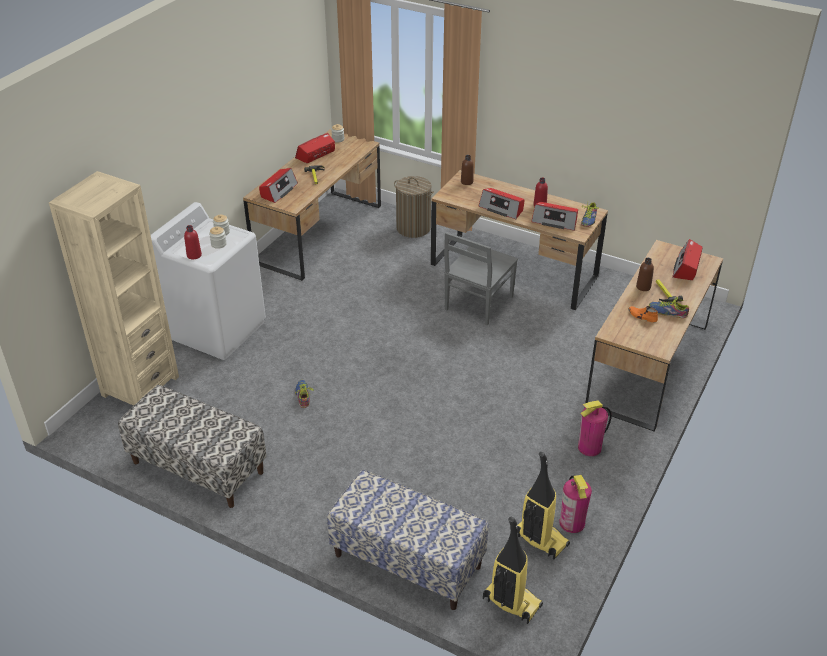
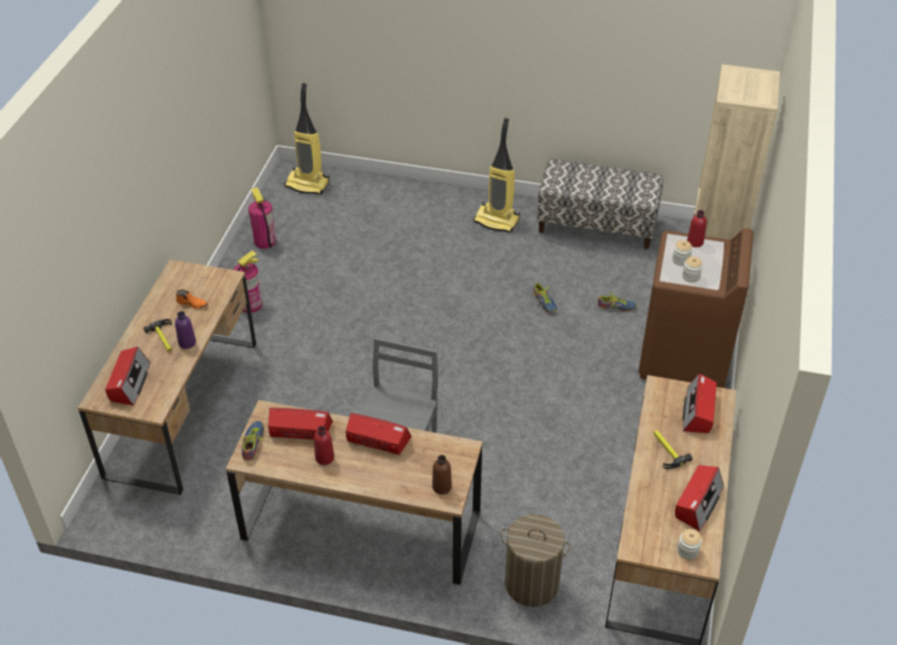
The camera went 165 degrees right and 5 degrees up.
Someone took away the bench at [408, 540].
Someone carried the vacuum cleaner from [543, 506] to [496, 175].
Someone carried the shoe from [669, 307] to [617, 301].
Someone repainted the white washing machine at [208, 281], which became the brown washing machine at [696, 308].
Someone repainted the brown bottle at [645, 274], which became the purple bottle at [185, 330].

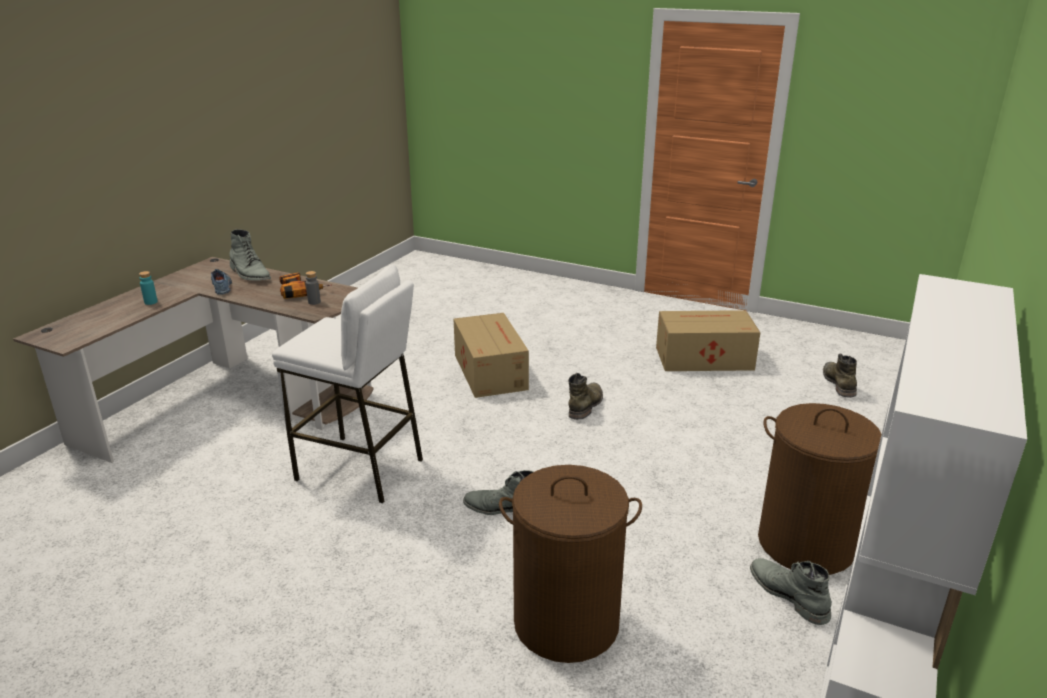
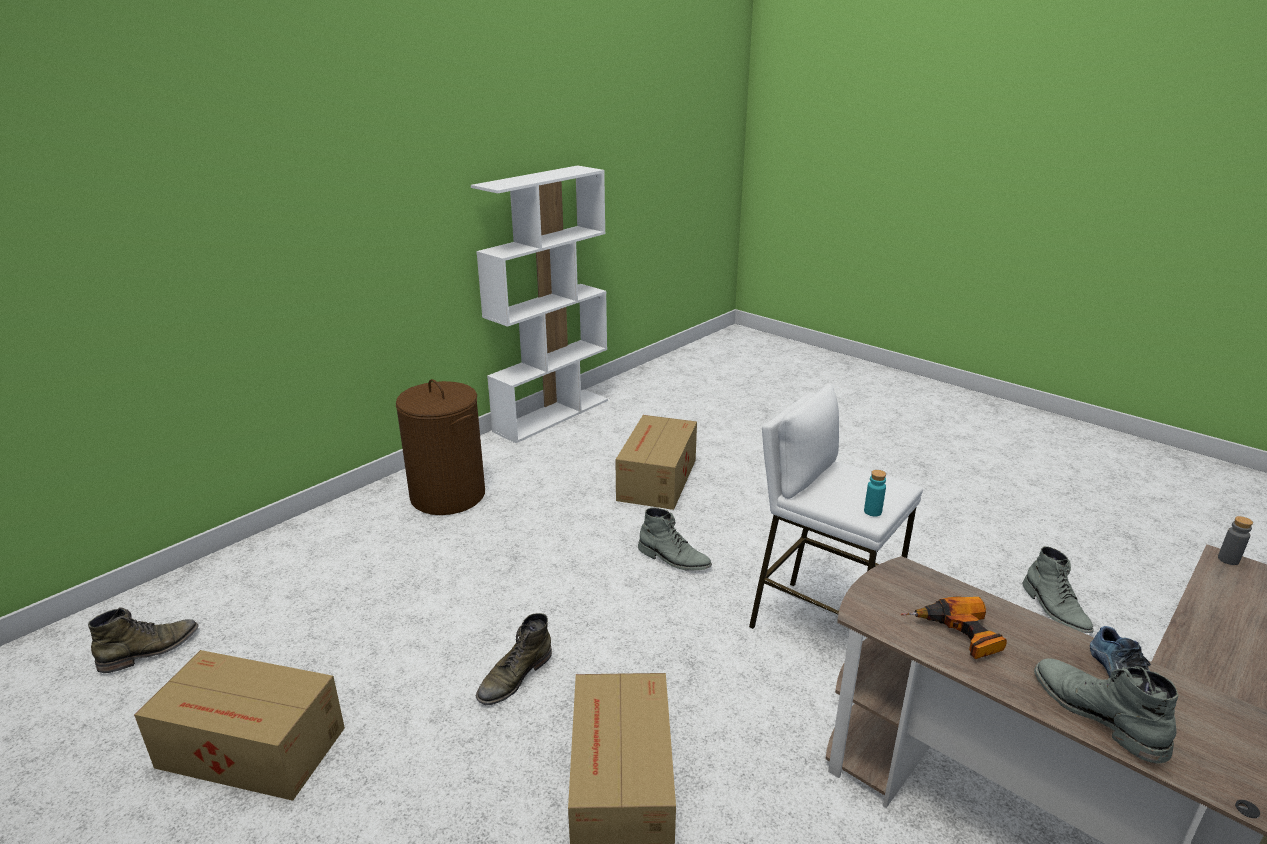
The camera went 165 degrees left and 0 degrees up.
Someone carried the turquoise bottle from [148, 288] to [875, 493].
Someone carried the grey bottle from [313, 288] to [1235, 540].
Someone carried the grey boot from [791, 591] to [1058, 589].
Someone swapped the brown laundry basket at [570, 564] for the cardboard box at [656, 462].
Someone rotated the green boot at [840, 376] by 150 degrees counterclockwise.

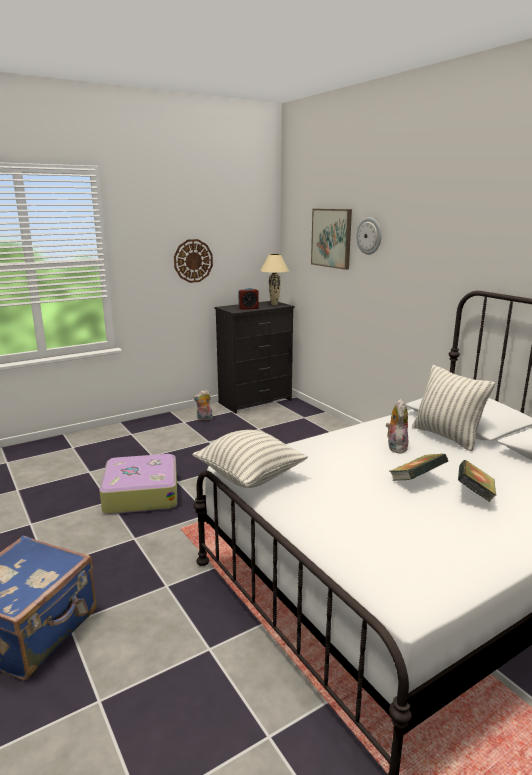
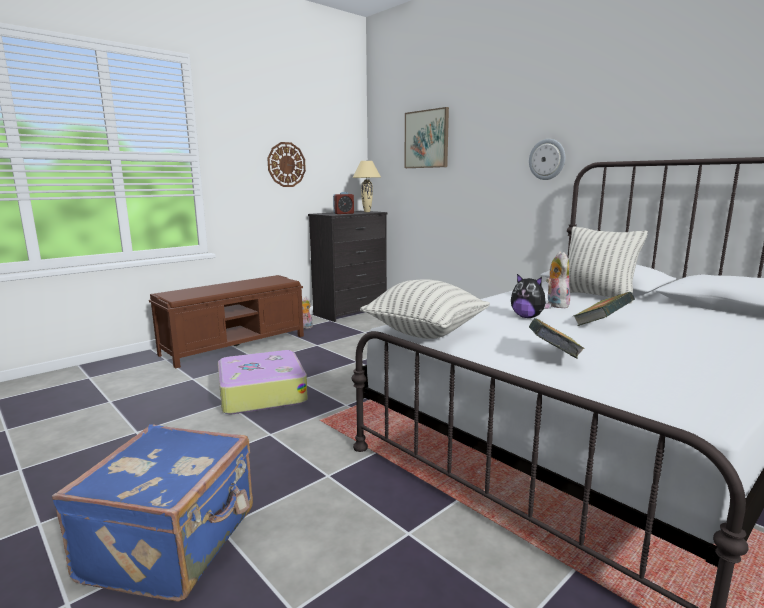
The camera went 10 degrees left and 5 degrees down.
Someone put down the brown bench at [226, 322].
Someone put down the plush toy at [531, 296].
Someone carried the wall clock from [368, 236] to [547, 159].
Someone carried the book from [477, 481] to [556, 338].

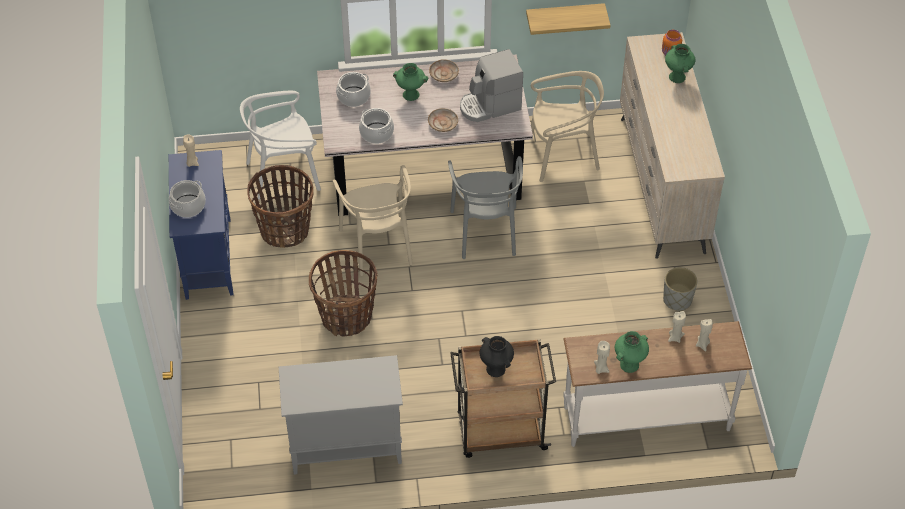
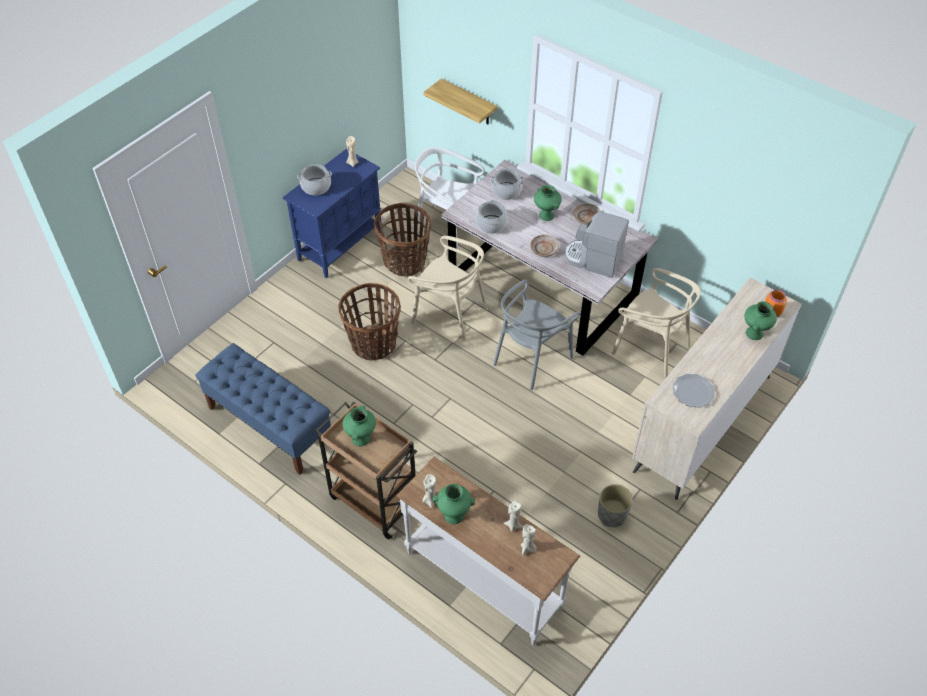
The camera went 45 degrees right and 0 degrees up.
Someone put down the plate at [693, 391].
Someone carried the shelf from [568, 19] to [460, 101].
Someone swapped the grey cabinet at [341, 415] for the blue bench at [263, 409].
Someone repainted the black vase at [497, 356], which became the green vase at [359, 426].
Someone rotated the beige chair at [372, 220] by 90 degrees counterclockwise.

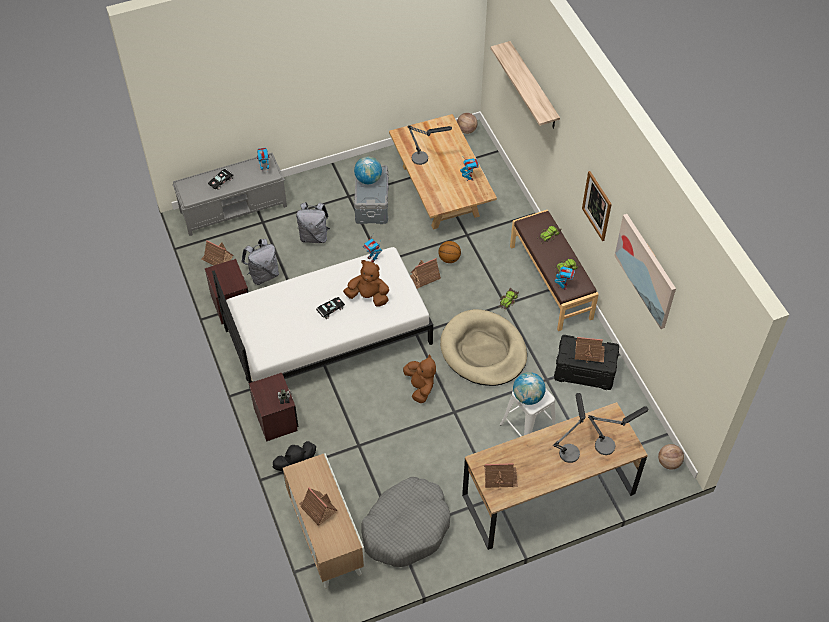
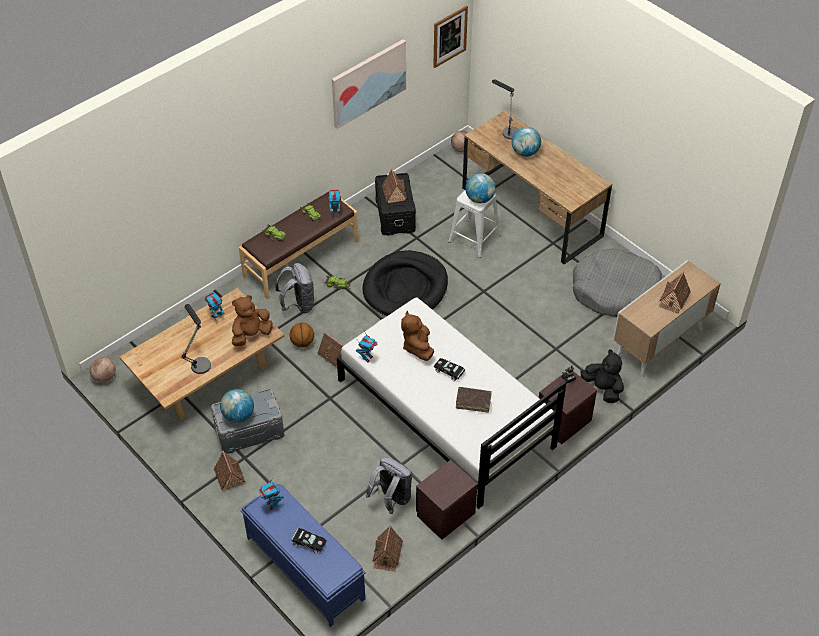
The camera went 110 degrees left and 5 degrees down.
Someone took away the shelf at [525, 85].
Someone put down the brown book at [474, 399].
Someone carried the grey backpack from [313, 222] to [295, 288].
Someone carried the brown plush toy from [419, 378] to [252, 320].
Someone carried the toy house from [500, 476] to [229, 471].
Someone carried the picture from [597, 206] to [450, 37].
Someone swapped the table lamp at [569, 428] for the globe at [526, 142].
Someone repainted the grey bench at [229, 194], which became the blue bench at [303, 555].
Someone repainted the beige dog bed at [483, 347], which became the black dog bed at [405, 283].

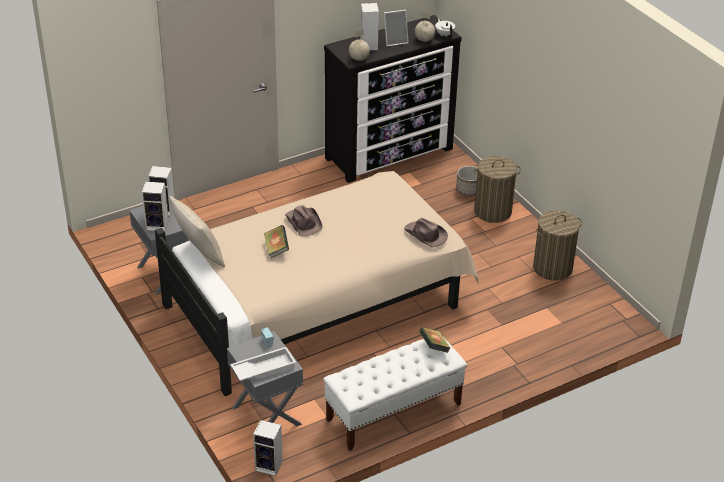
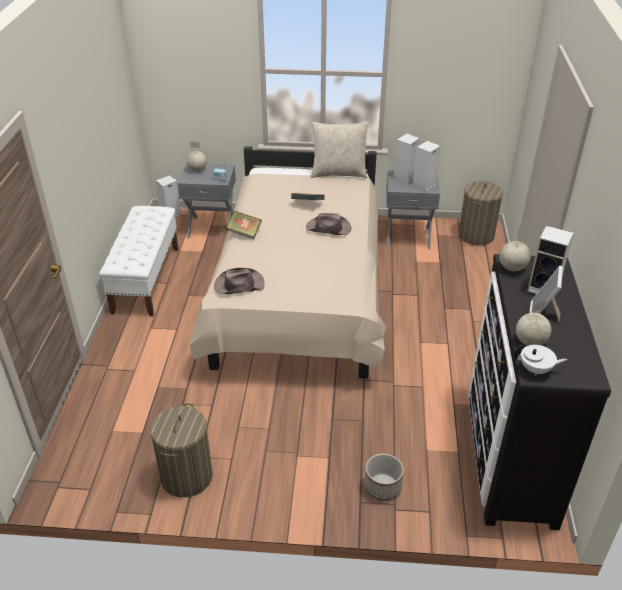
The camera went 125 degrees right and 0 degrees up.
Someone carried the book from [434, 340] to [244, 225].
Someone carried the laundry basket from [497, 189] to [481, 213].
Someone swapped the white tray at [263, 364] for the globe at [197, 156].

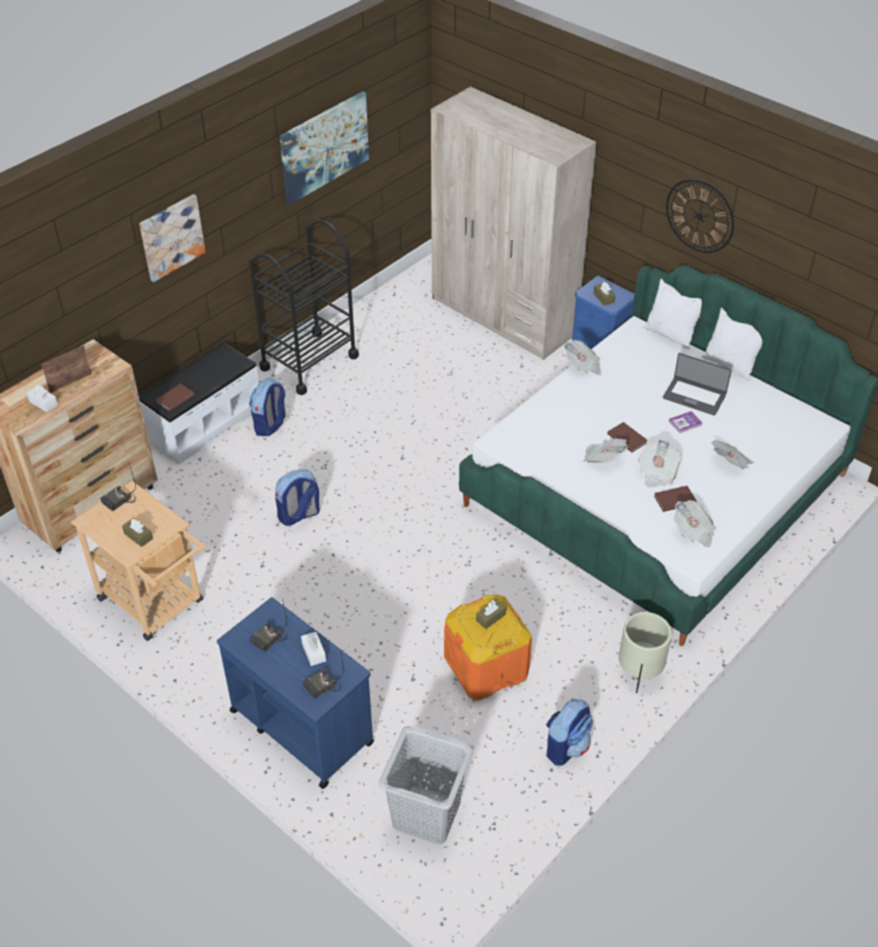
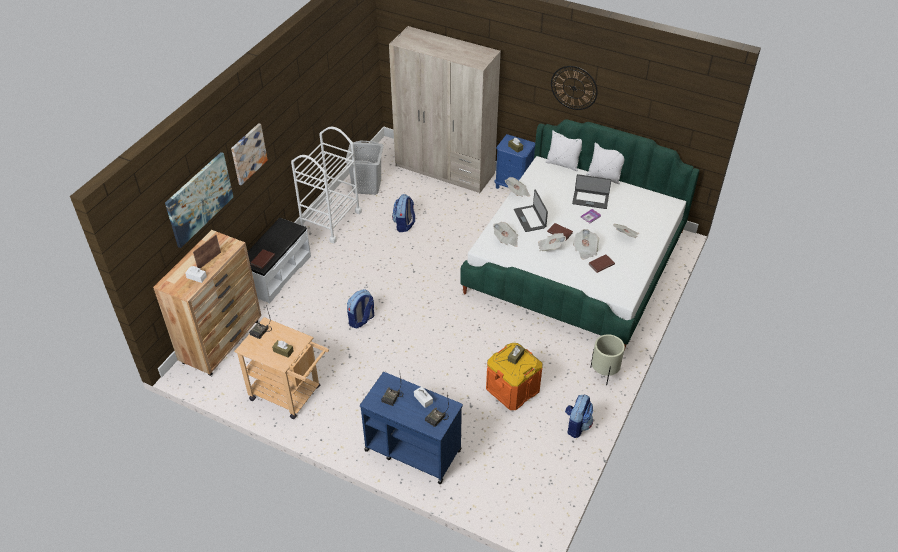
The camera went 15 degrees left and 0 degrees up.
Someone put down the laptop at [531, 210].
Someone carried the backpack from [267, 407] to [403, 213].
Someone carried the picture from [324, 148] to [199, 200].
Someone carried the grey laundry basket from [425, 785] to [365, 168].
Someone carried the newspaper from [695, 523] to [505, 234].
Someone repainted the black cart at [304, 307], which became the white cart at [326, 185].

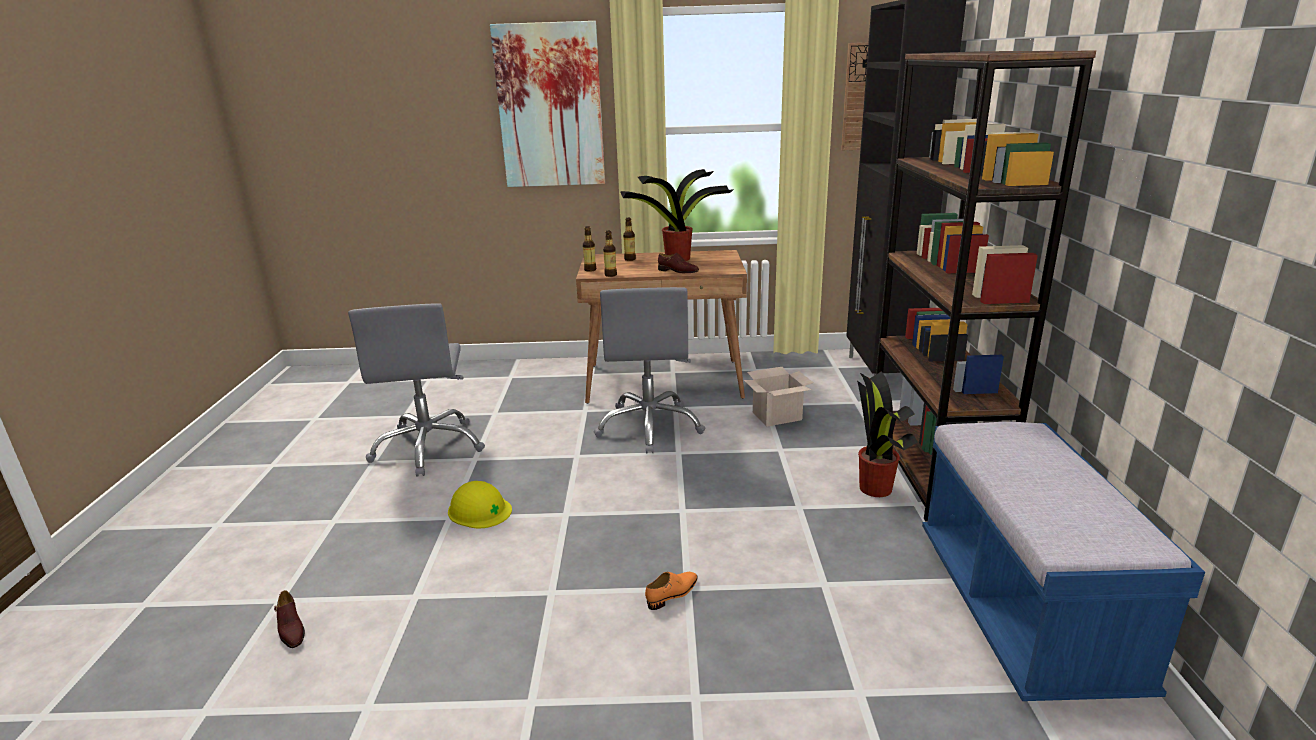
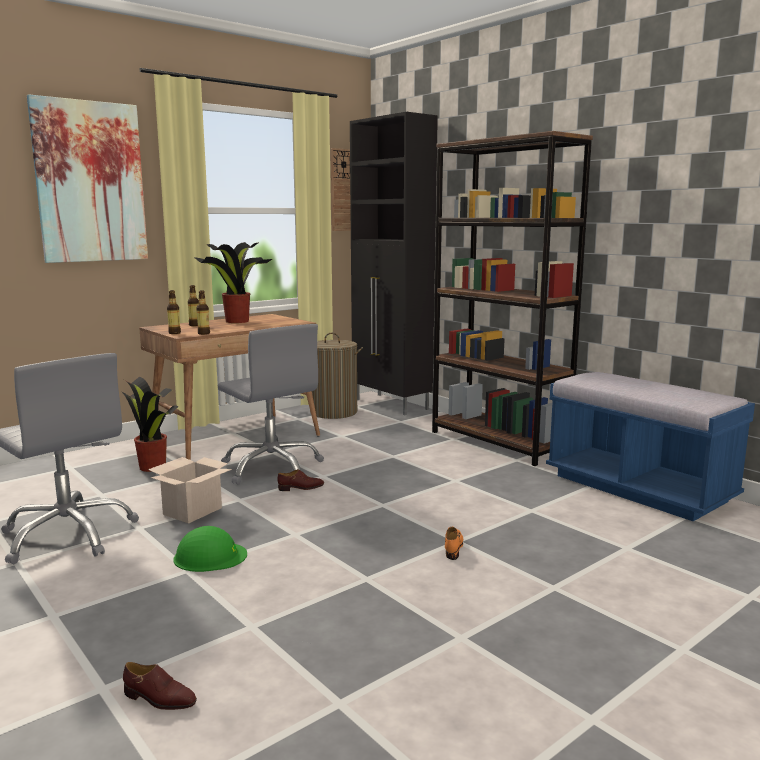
The camera went 40 degrees left and 10 degrees down.
Someone put down the laundry basket at [336, 376].
Someone carried the brown shoe from [678, 263] to [301, 480].
Someone carried the cardboard box from [779, 397] to [190, 490].
Someone carried the potted plant from [887, 434] to [149, 424].
Someone repainted the yellow hard hat at [480, 504], which became the green hard hat at [210, 549].

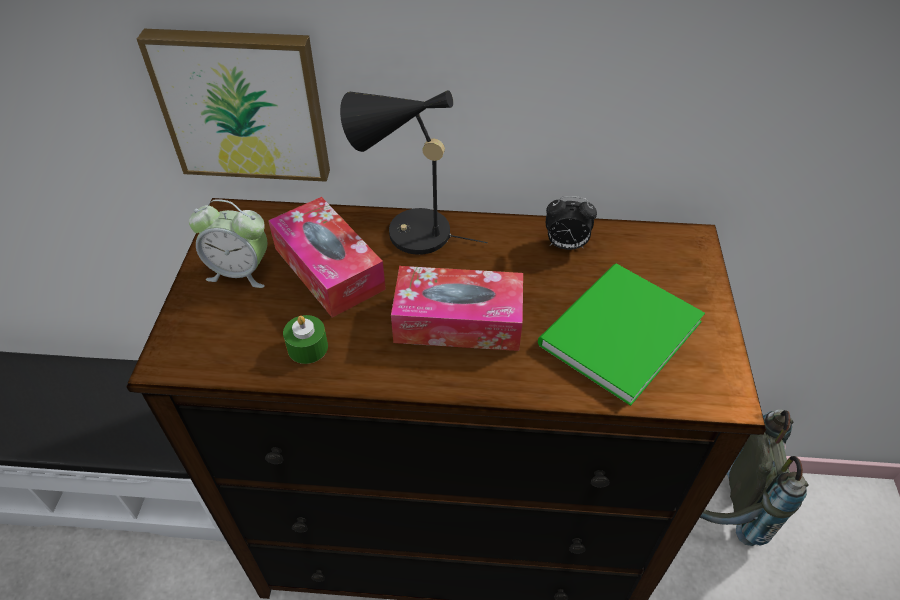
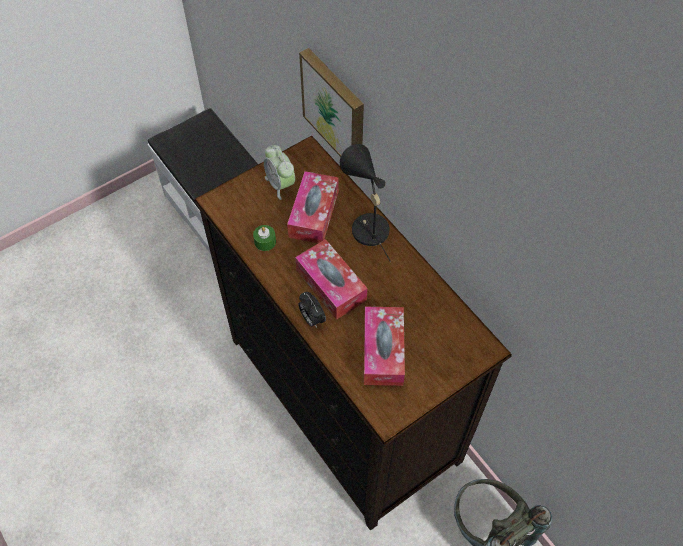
The camera went 50 degrees right and 10 degrees up.
Someone carried the alarm clock from [571, 223] to [312, 310].
Someone swapped the green book at [621, 334] for the tissue box at [384, 346].

